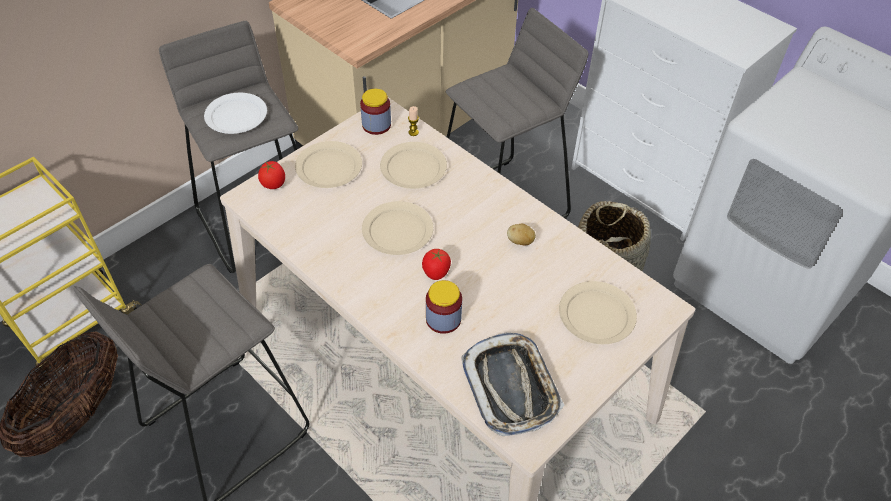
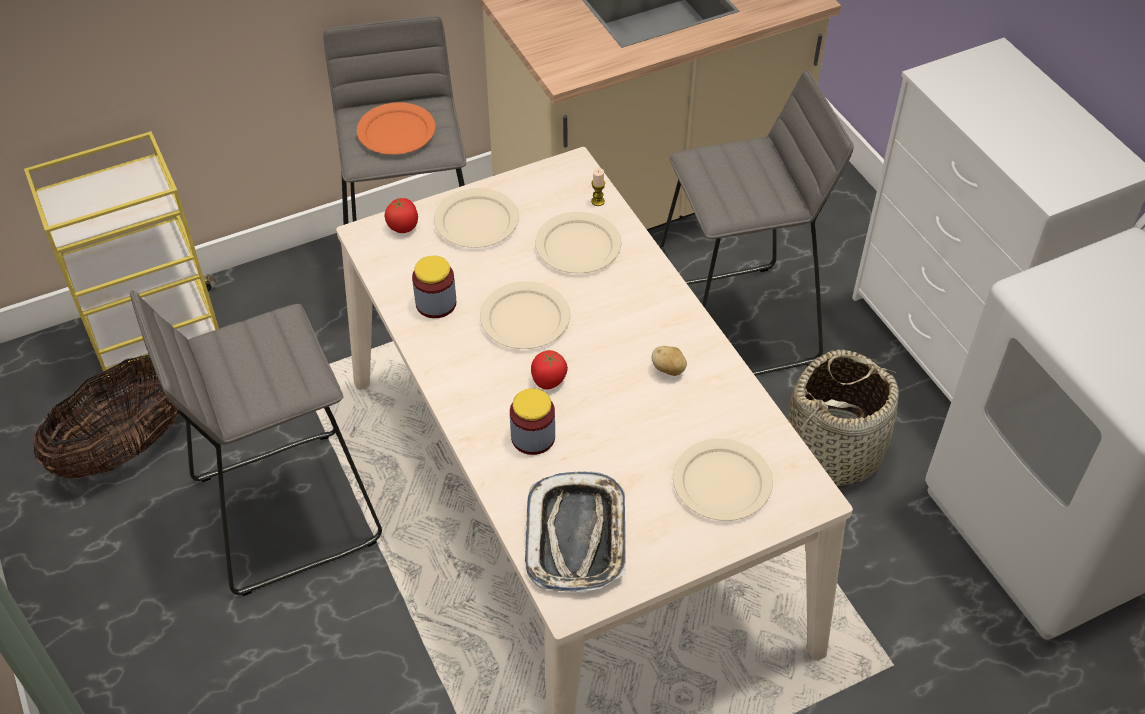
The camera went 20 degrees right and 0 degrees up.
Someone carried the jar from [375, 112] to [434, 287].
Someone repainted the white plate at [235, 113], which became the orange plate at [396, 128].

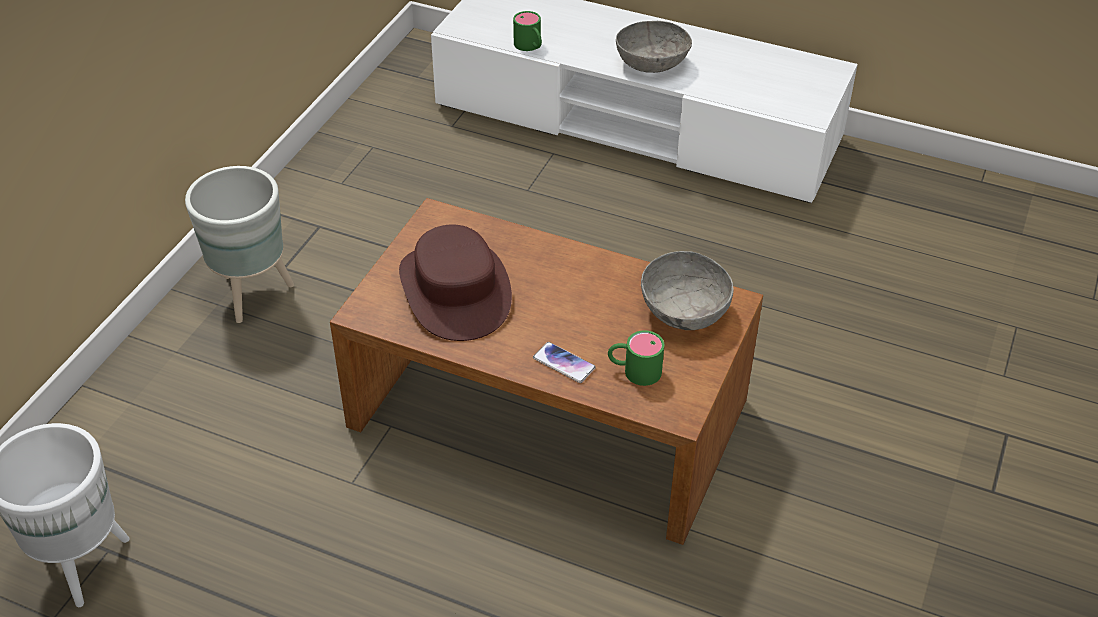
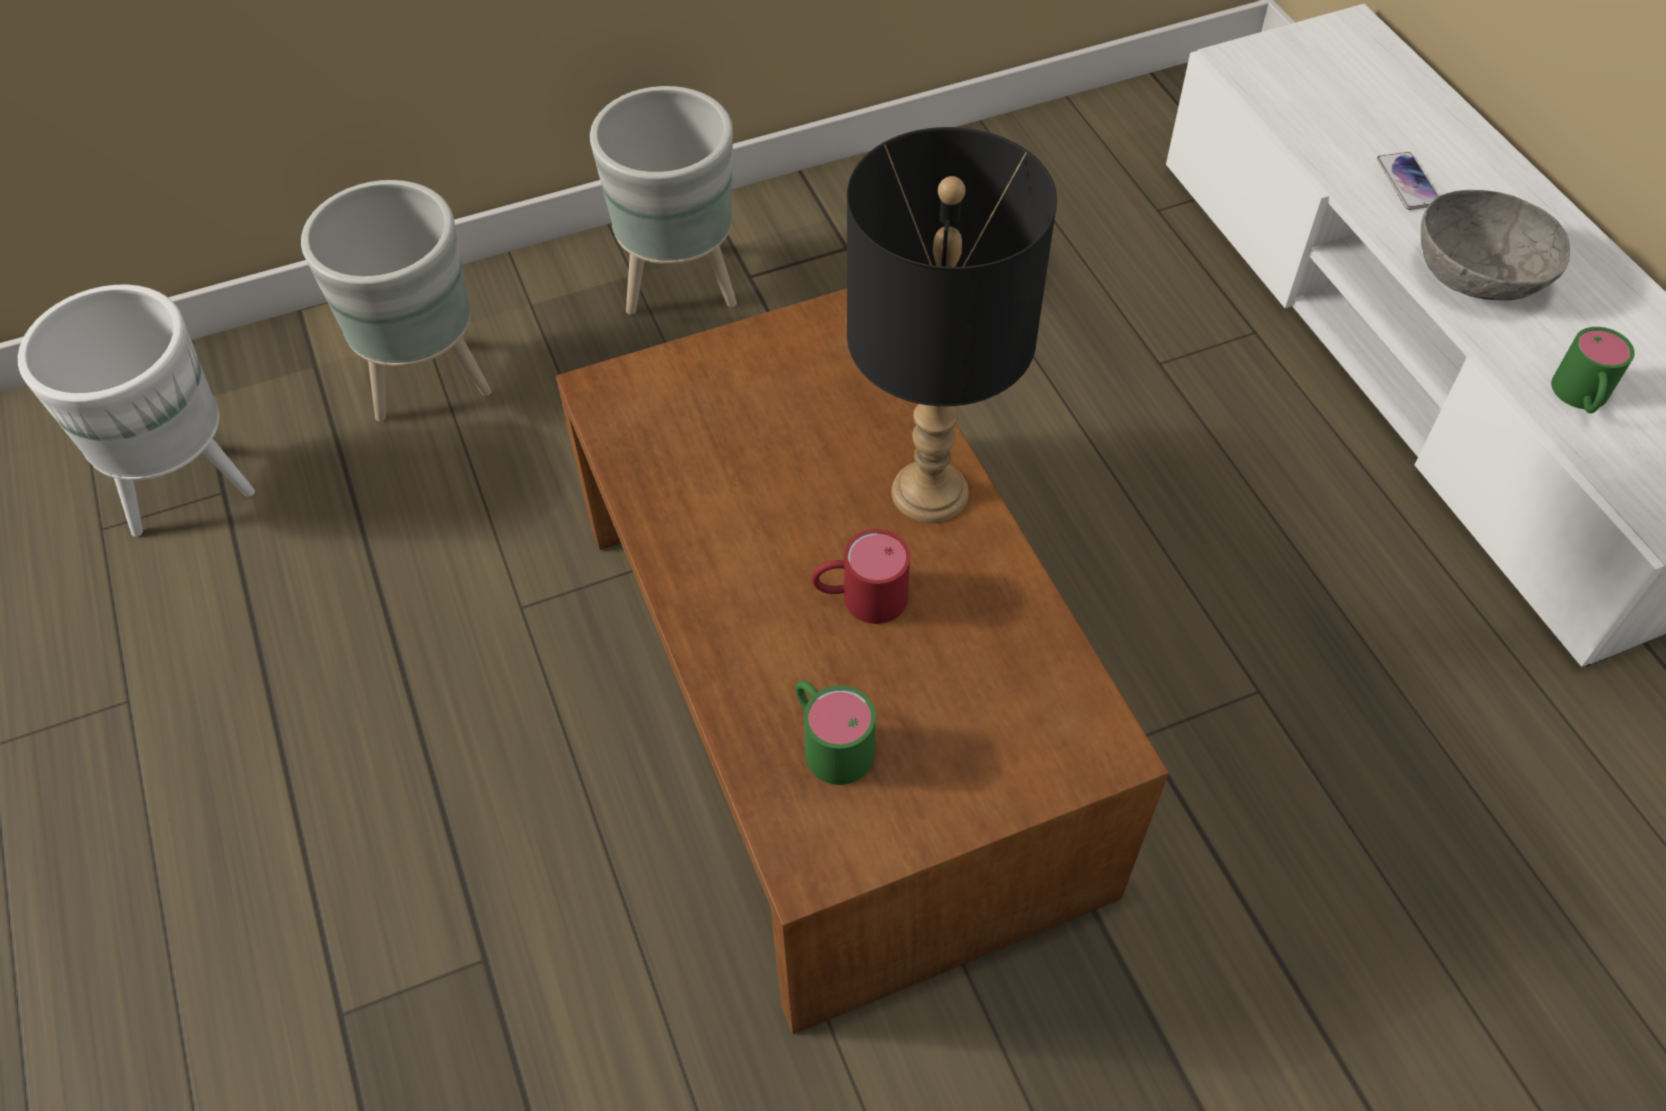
The camera went 45 degrees right and 10 degrees up.
Someone took away the brown hat at [455, 282].
Someone took away the grey bowl at [687, 290].
Someone put down the grey planter at [396, 301].
Someone put down the red mug at [861, 576].
Someone put down the black table lamp at [952, 325].
Someone carried the green mug from [527, 31] to [1593, 370].
Someone carried the phone from [564, 362] to [1408, 181].

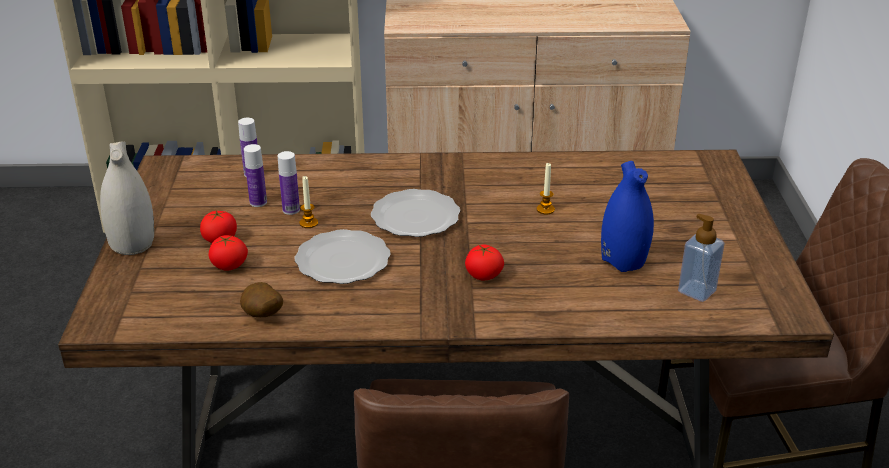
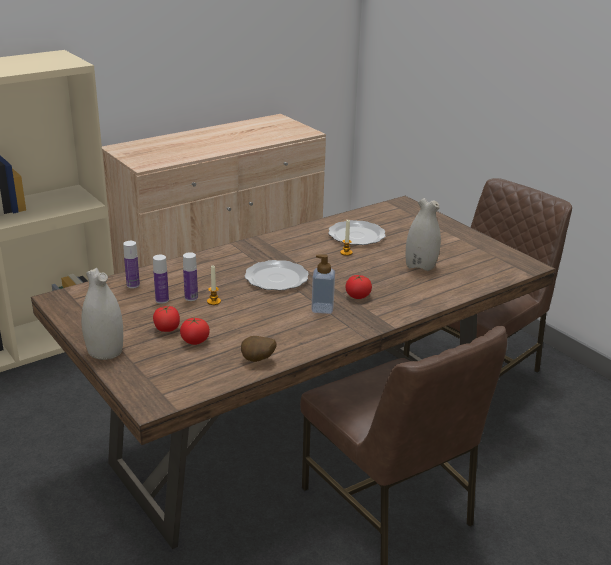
The camera went 35 degrees left and 5 degrees down.
Someone carried the plate from [343, 256] to [357, 232].
Someone carried the soap dispenser from [701, 258] to [323, 284].
Someone repainted the blue vase at [627, 216], which became the white vase at [423, 234].

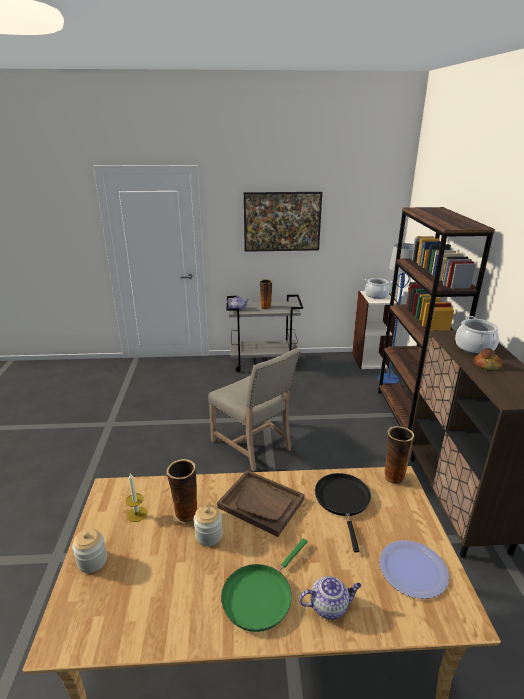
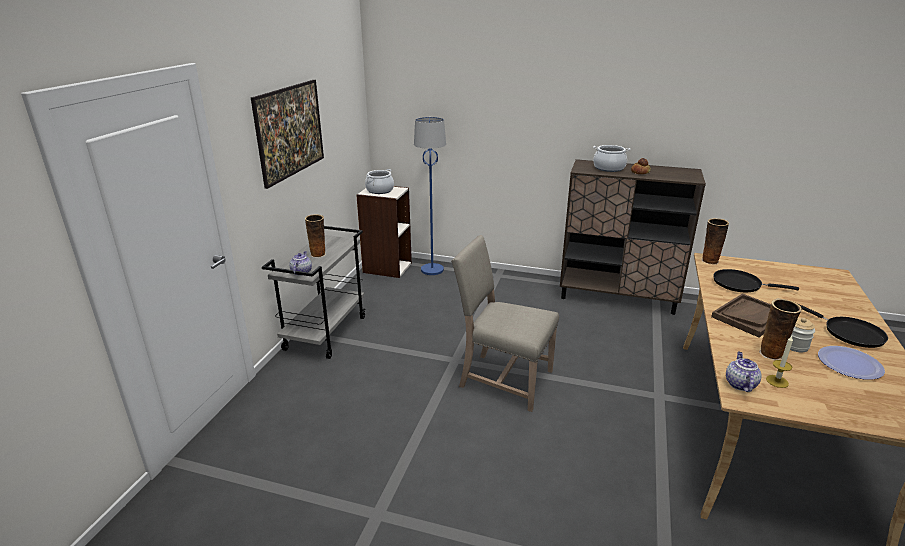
The camera went 70 degrees left and 0 degrees up.
Someone took away the jar at [89, 550].
Someone took away the brown bookcase at [436, 318].
Someone carried the teapot from [330, 598] to [744, 372].
Someone carried the plate from [414, 569] to [851, 363].
Someone repainted the green frying pan at [264, 585], which became the black frying pan at [843, 326].
Someone rotated the beige chair at [254, 409] by 135 degrees counterclockwise.

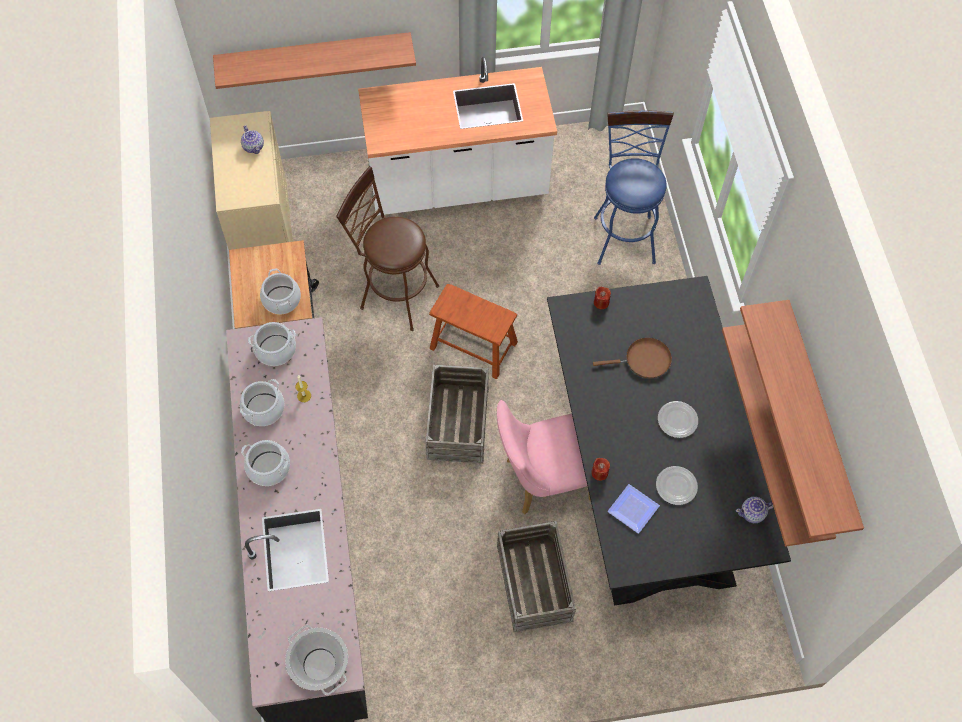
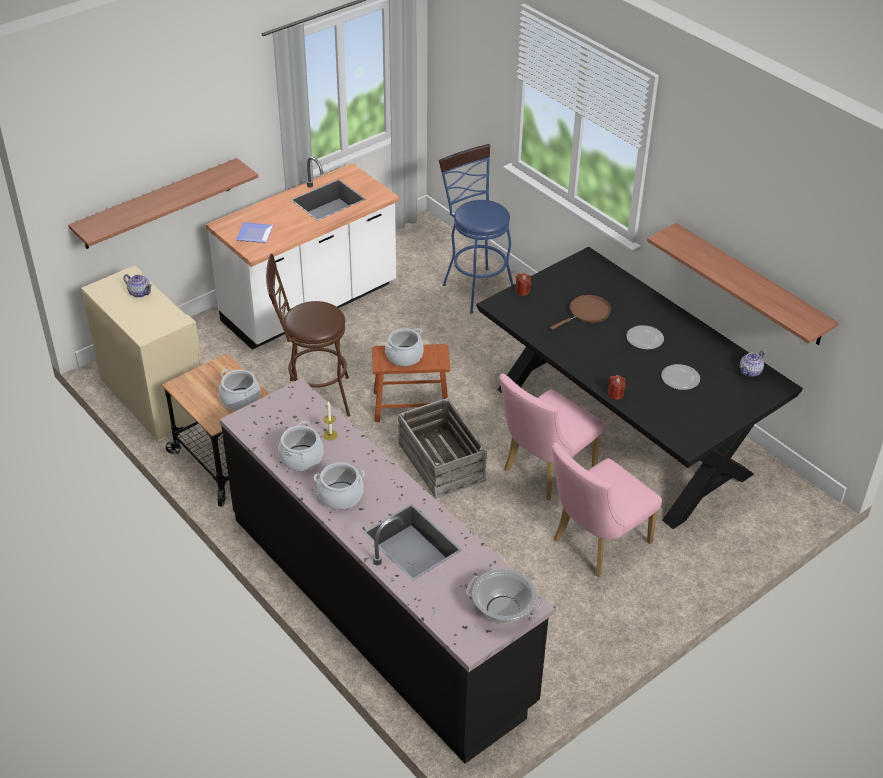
The camera went 30 degrees left and 20 degrees down.
Someone took away the shelf at [802, 419].
Someone carried the cooking pot from [272, 344] to [404, 347].
Someone carried the plate from [634, 509] to [254, 232].
Someone swapped the crate at [536, 576] for the pink chair at [607, 510].

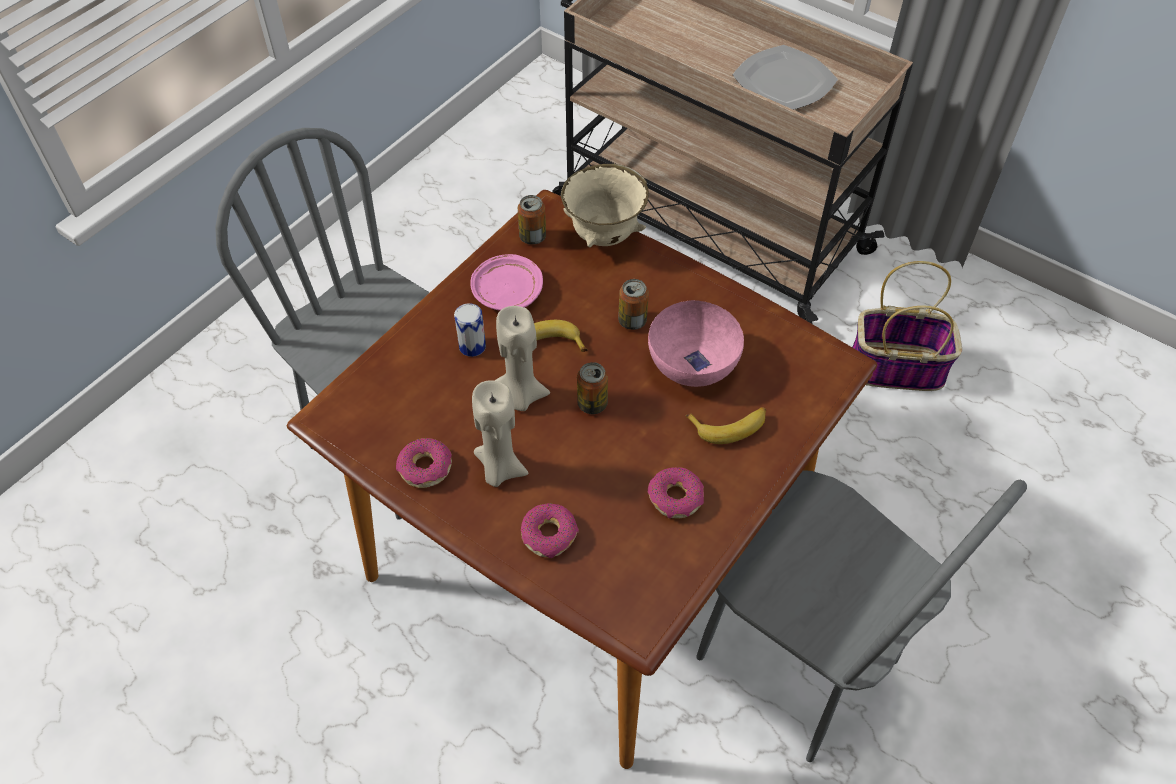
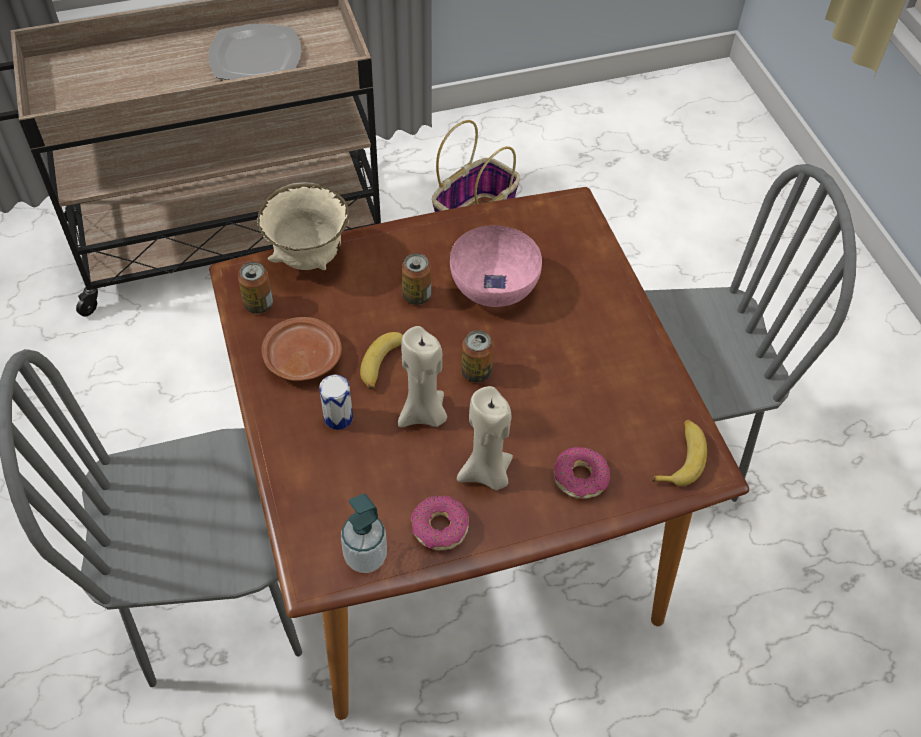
The camera went 55 degrees left and 0 degrees up.
Someone took away the donut at [676, 493].
Someone put down the soap dispenser at [364, 533].
Someone carried the banana from [725, 425] to [679, 452].
Someone repainted the pink plate at [506, 282], which became the brown plate at [302, 349].

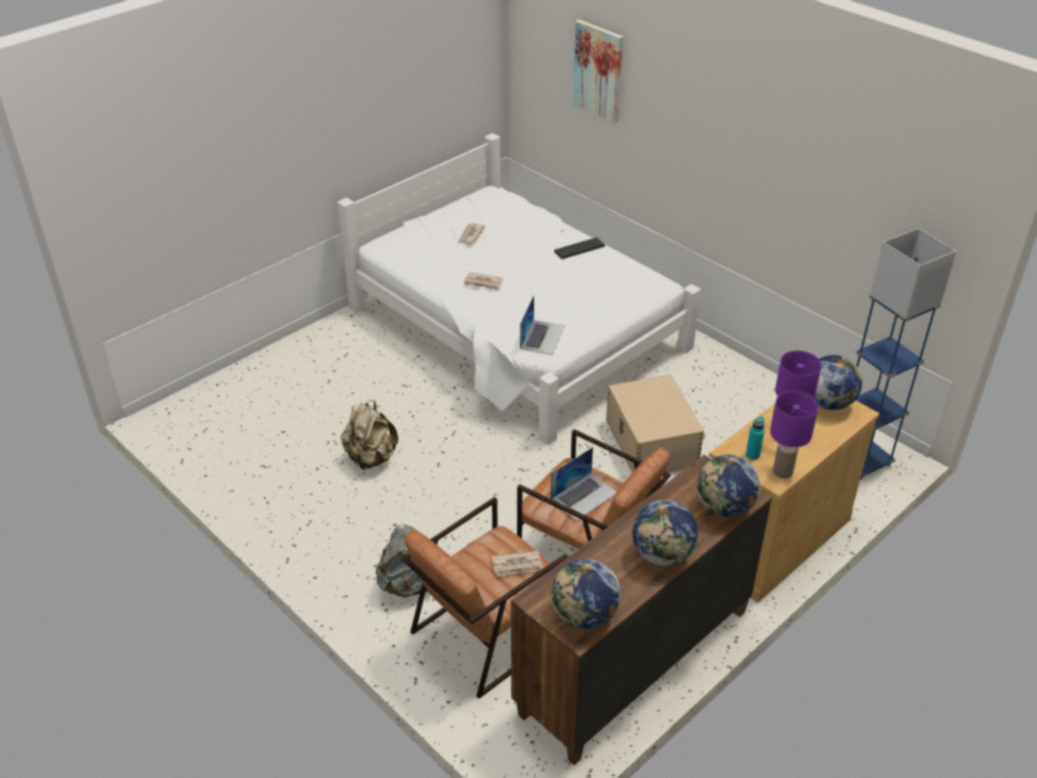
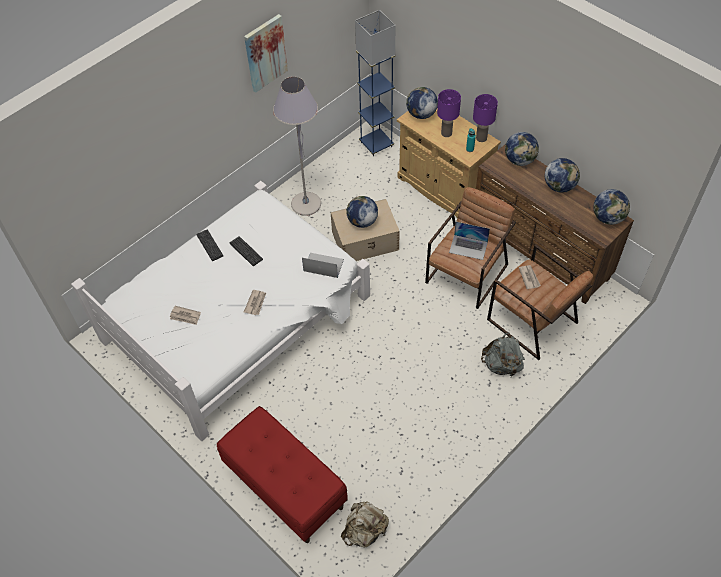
The camera went 90 degrees left and 15 degrees up.
Someone put down the red bench at [282, 474].
Someone put down the keyboard at [246, 251].
Someone put down the grey floor lamp at [297, 146].
Someone put down the globe at [362, 212].
Someone carried the beige backpack from [369, 435] to [365, 524].
Someone carried the picture from [598, 71] to [266, 53].
Someone rotated the laptop at [583, 484] by 150 degrees clockwise.

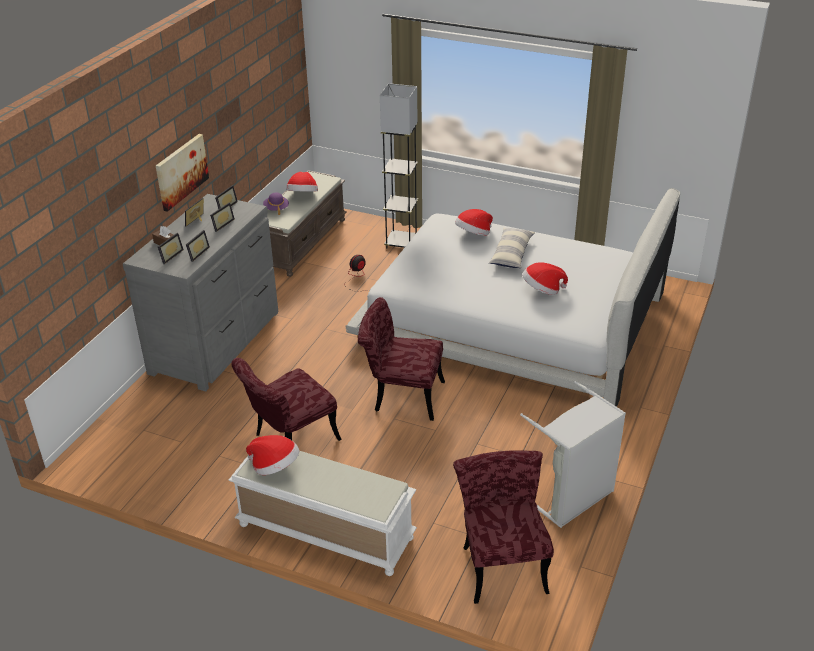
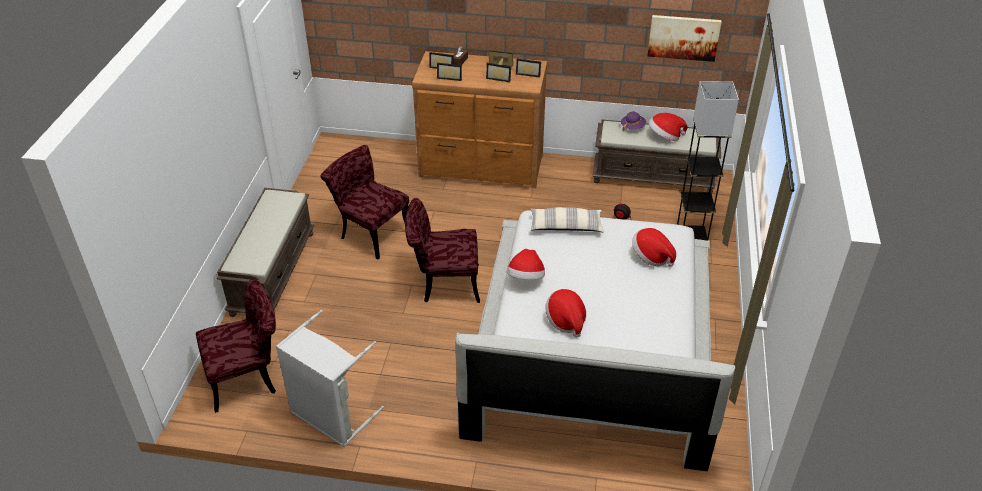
The camera went 75 degrees right and 5 degrees up.
Someone carried the picture from [182, 173] to [684, 38].
Someone carried the hat from [272, 455] to [526, 264].
Someone carried the pillow from [512, 248] to [567, 219].
Someone repainted the grey dresser at [200, 292], which became the brown dresser at [479, 119].
Someone repainted the white bench at [323, 513], which became the brown bench at [265, 252].
Someone rotated the red chair at [401, 359] by 90 degrees counterclockwise.

